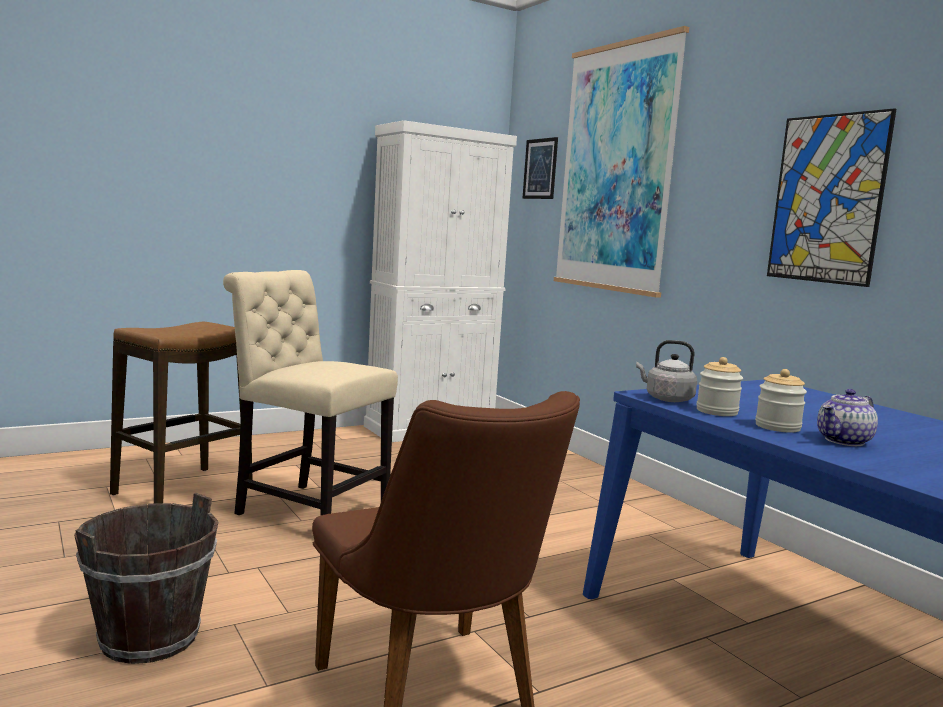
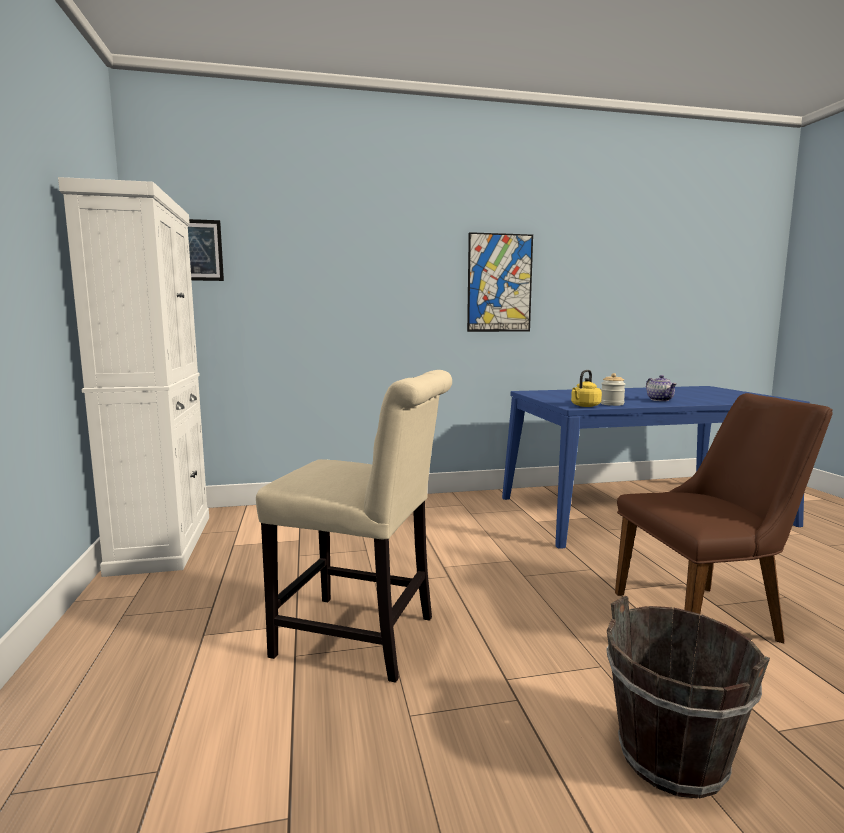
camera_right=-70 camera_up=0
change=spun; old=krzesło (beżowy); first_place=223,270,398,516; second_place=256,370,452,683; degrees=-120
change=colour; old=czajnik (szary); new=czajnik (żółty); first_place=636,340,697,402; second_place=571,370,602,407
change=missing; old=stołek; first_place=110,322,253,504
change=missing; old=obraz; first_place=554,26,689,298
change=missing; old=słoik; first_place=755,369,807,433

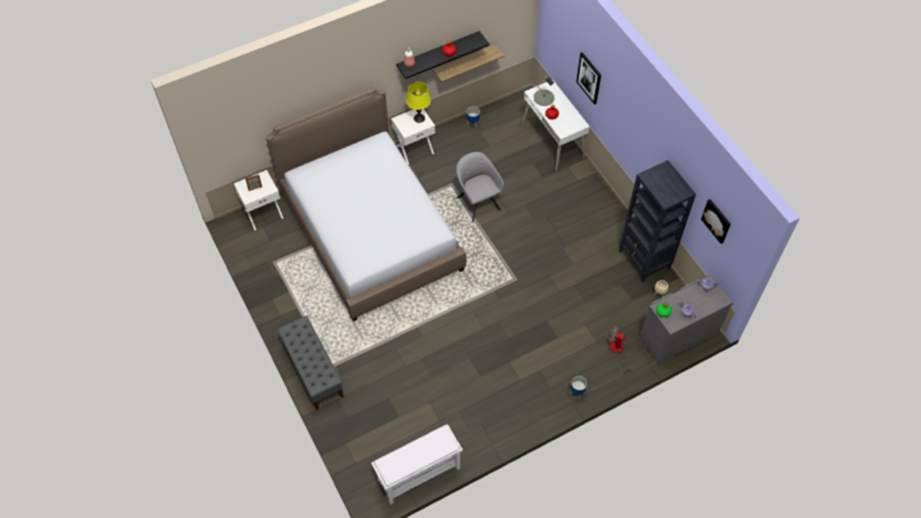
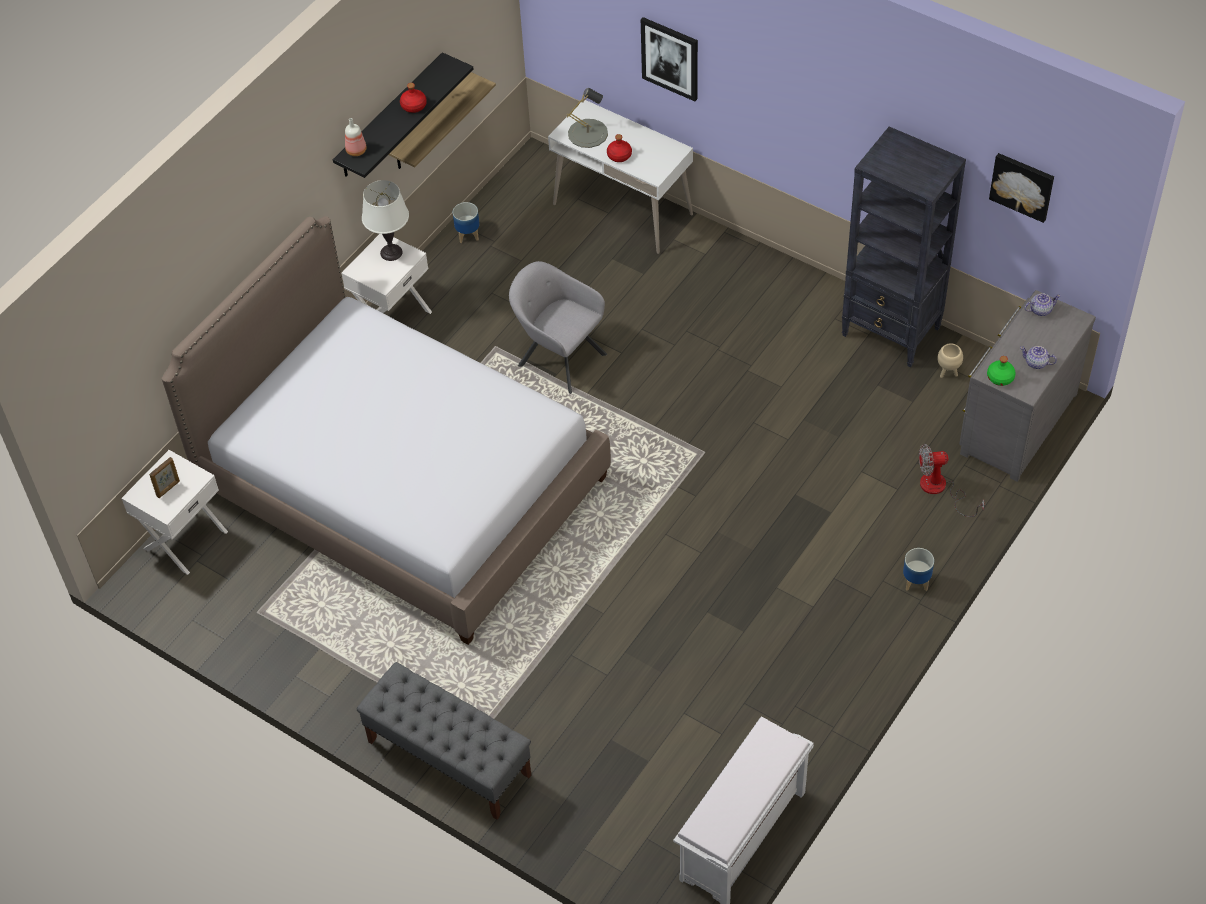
camera_right=-25 camera_up=-5
change=colour; old=lampa stołowa (żółty); new=lampa stołowa (biały); first_place=406,82,431,123; second_place=362,180,409,261

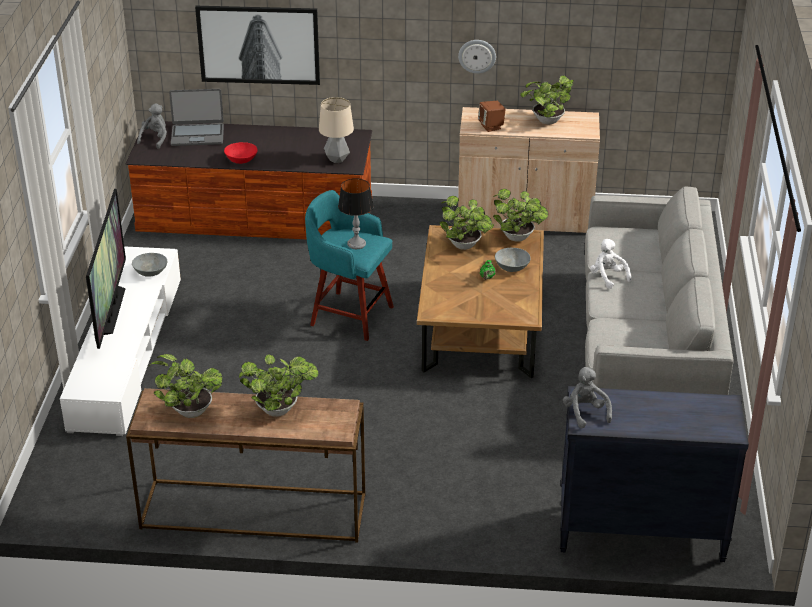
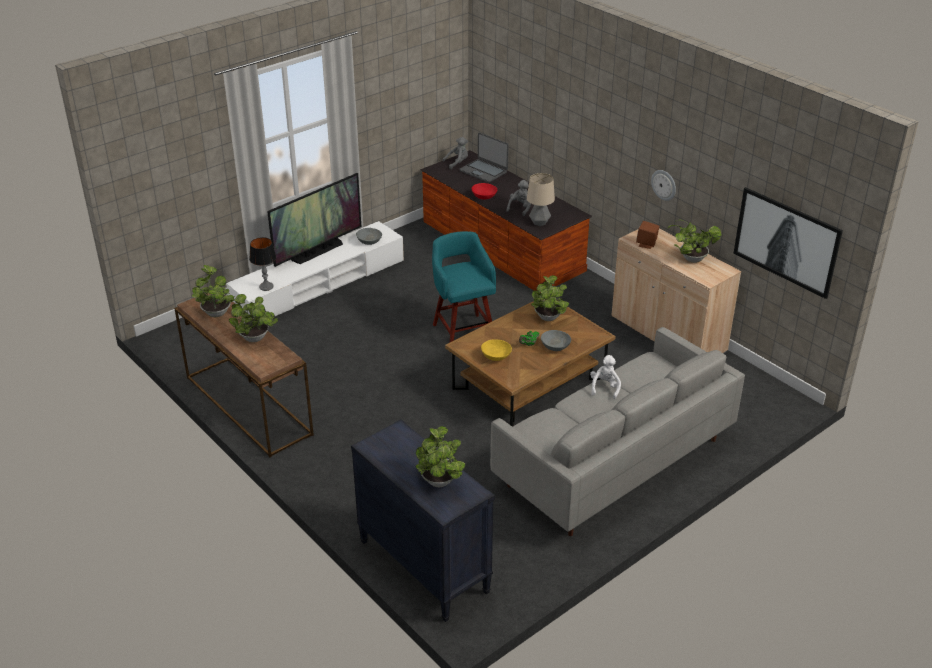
camera_right=45 camera_up=0
change=relocated; old=lampa stołowa; first_place=338,178,374,249; second_place=249,237,276,291
change=relocated; old=roślina doniczkowa; first_place=493,189,548,242; second_place=415,426,465,487
change=appeared; new=miska (żółty); second_place=481,339,512,361
change=relocated; old=pluszak (szary); first_place=563,367,612,429; second_place=506,180,531,216
change=relocated; old=obraz; first_place=195,6,320,85; second_place=733,187,843,299

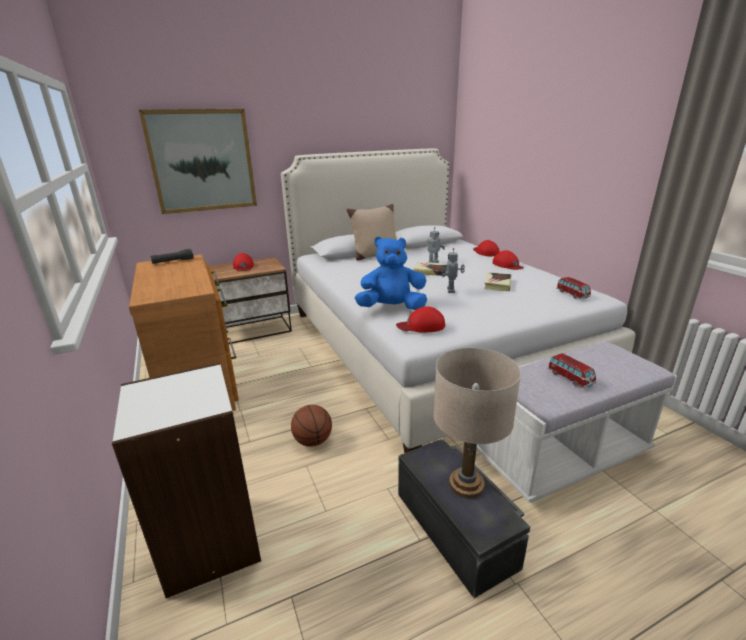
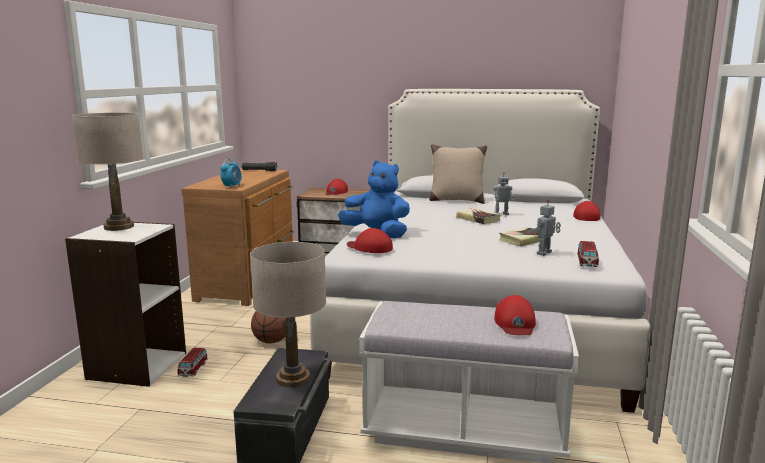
camera_right=35 camera_up=-10
change=appeared; new=lampa stołowa (beżowy); second_place=72,113,143,231
change=relocated; old=samochodzik; first_place=547,353,596,388; second_place=177,348,208,377
change=appeared; new=budzik; second_place=220,158,242,189
change=relocated; old=czapka z daszkiem (czerwony); first_place=493,250,524,270; second_place=494,295,536,335
change=relocated; old=robot zabawkowy; first_place=441,248,465,293; second_place=529,200,561,256
change=missing; old=obraz; first_place=139,109,257,214

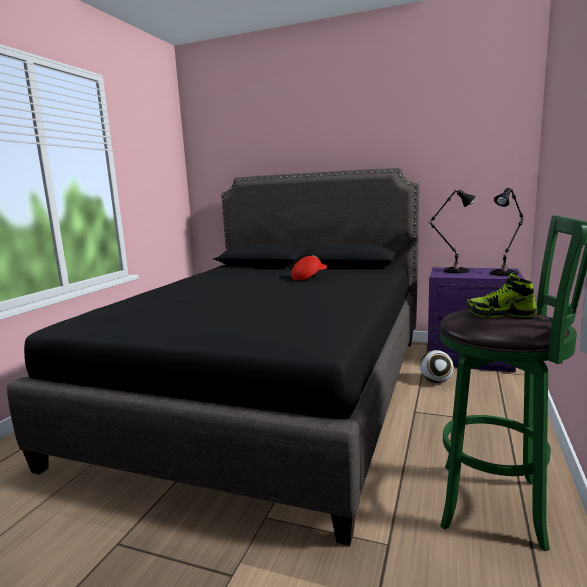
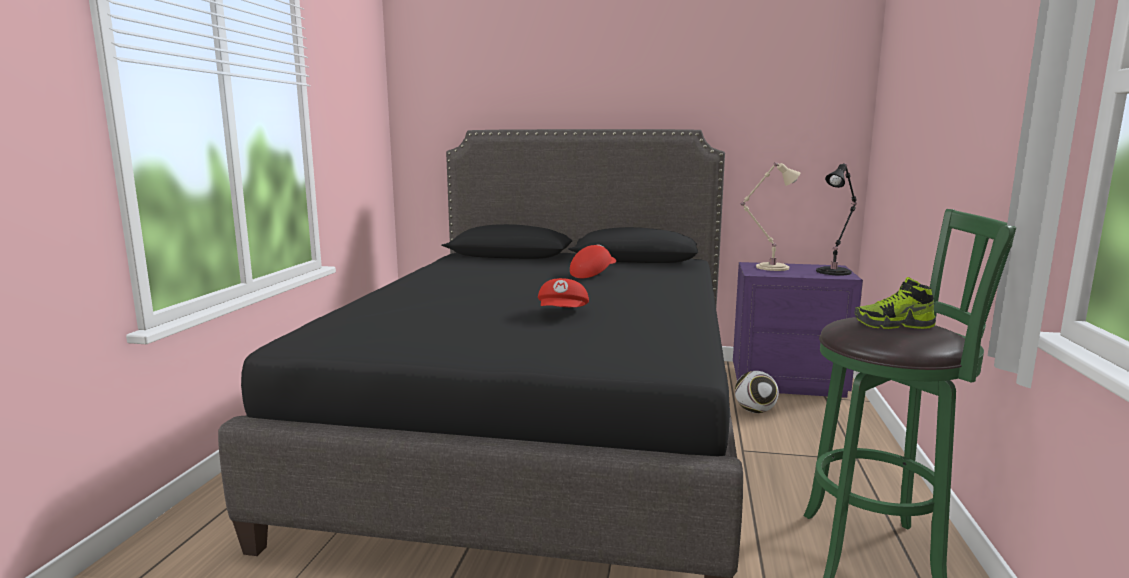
camera_right=-10 camera_up=0
change=appeared; new=czapka z daszkiem (czerwony); second_place=538,278,589,307
change=colour; old=lampa stołowa (czarny); new=lampa stołowa (beżowy); first_place=428,189,476,273; second_place=741,162,800,271

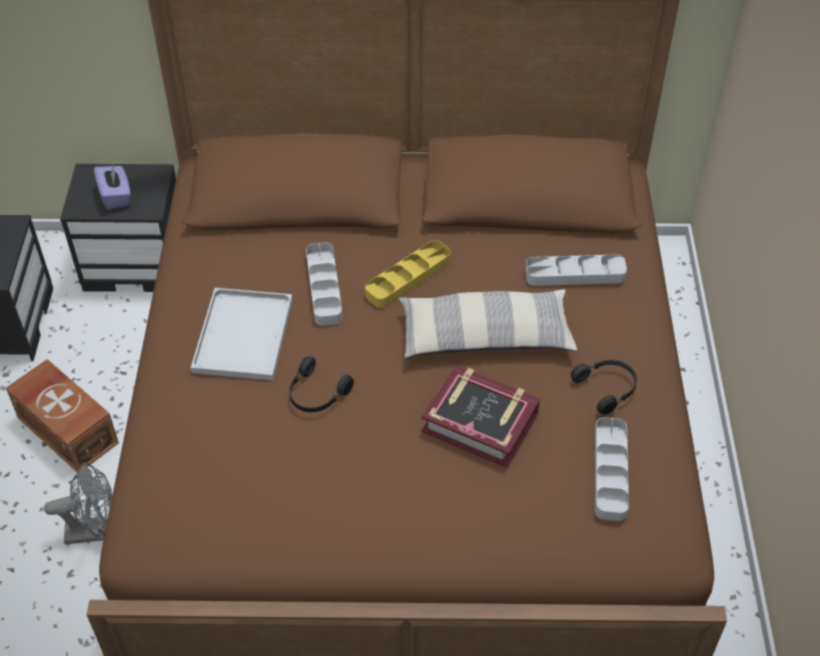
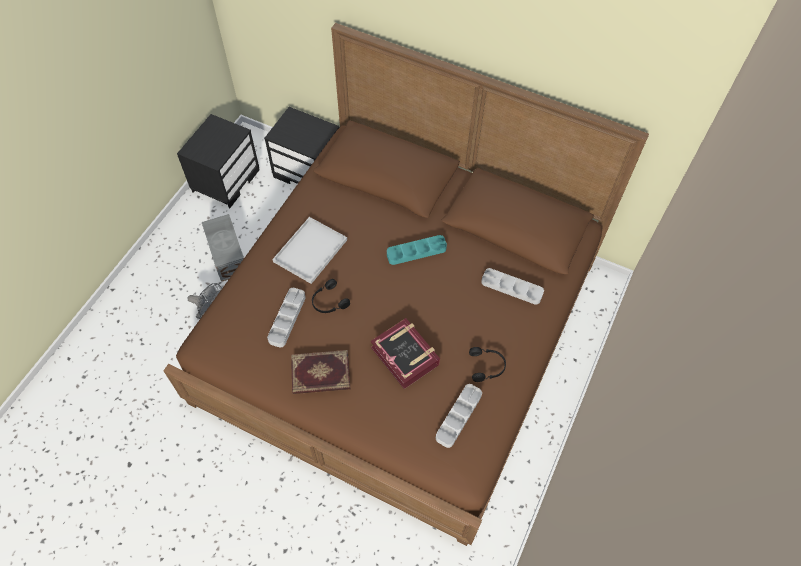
camera_right=25 camera_up=10
change=colour; old=pojemnik do przechowywania (brązowy); new=pojemnik do przechowywania (szary); first_place=6,359,119,473; second_place=202,214,244,282
change=relocated; old=taca (szary); first_place=306,243,343,326; second_place=267,288,306,348
change=appeared; new=książka; second_place=291,350,350,394
change=colour; old=taca (żółty); new=taca (turkusowy); first_place=365,240,451,308; second_place=387,235,447,265
change=missing; old=pudełko chusteczek (fioletowy); first_place=94,166,131,210
change=missing; old=poduszka; first_place=399,289,577,358

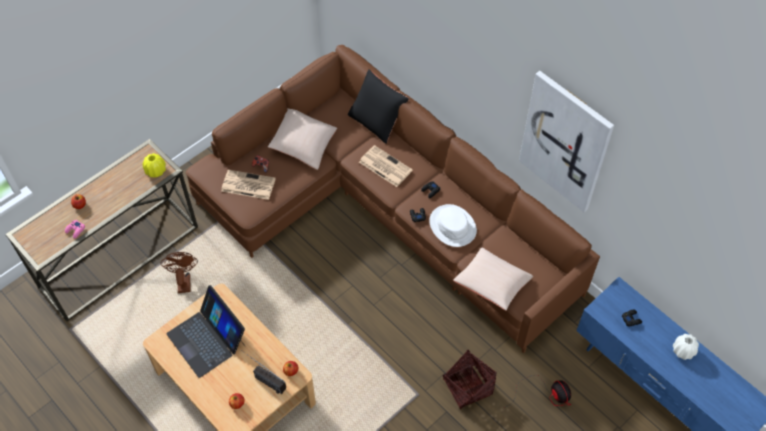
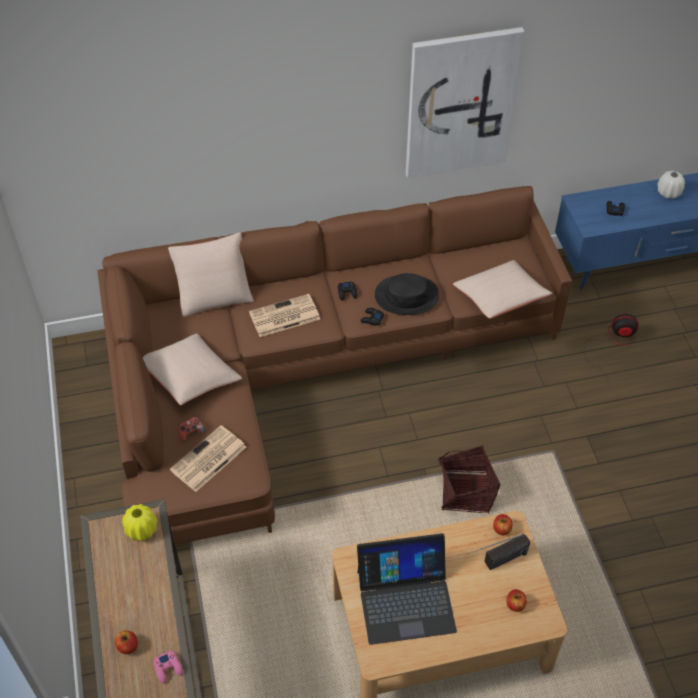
camera_right=-60 camera_up=-5
change=colour; old=poduszka (czarny); new=poduszka (beżowy); first_place=348,69,409,144; second_place=168,232,254,317
change=colour; old=kapelusz (biały); new=kapelusz (czarny); first_place=429,204,477,247; second_place=375,273,440,315
change=relocated; old=koszyk; first_place=443,350,496,410; second_place=438,445,501,513
change=missing; old=wentylator (brązowy); first_place=160,252,198,293

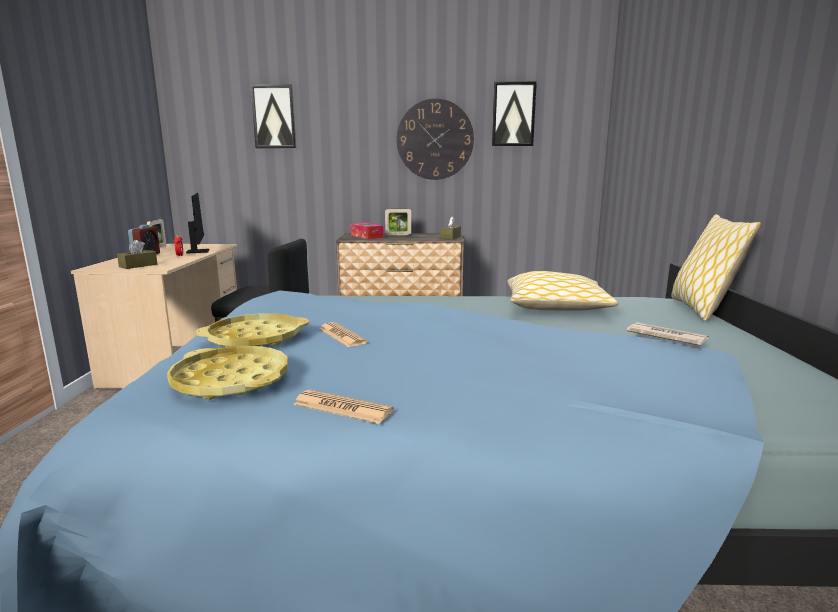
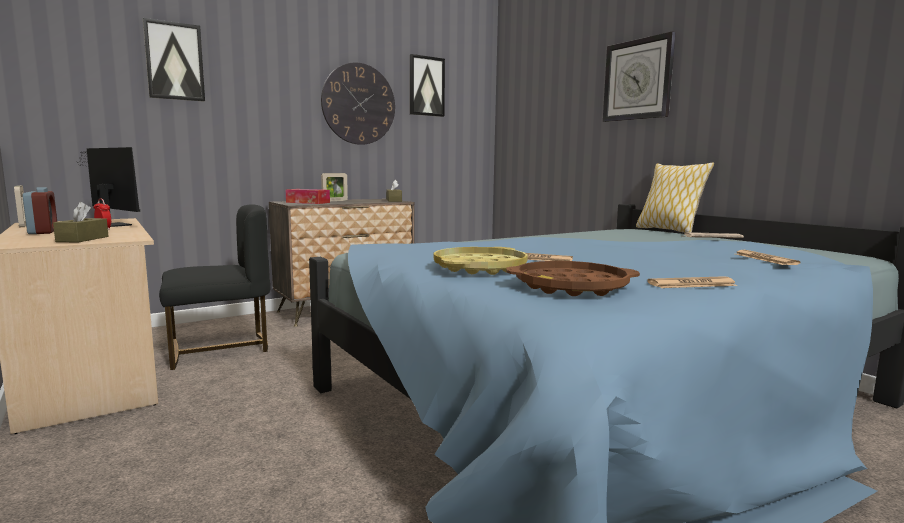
camera_right=-35 camera_up=-5
change=colour; old=taca (żółty); new=taca (brązowy); first_place=167,346,288,400; second_place=506,261,640,296
change=appeared; new=zegar ścienny; second_place=603,31,675,122
change=appeared; new=gazeta; second_place=736,250,801,265
change=missing; old=poduszka; first_place=507,271,618,311

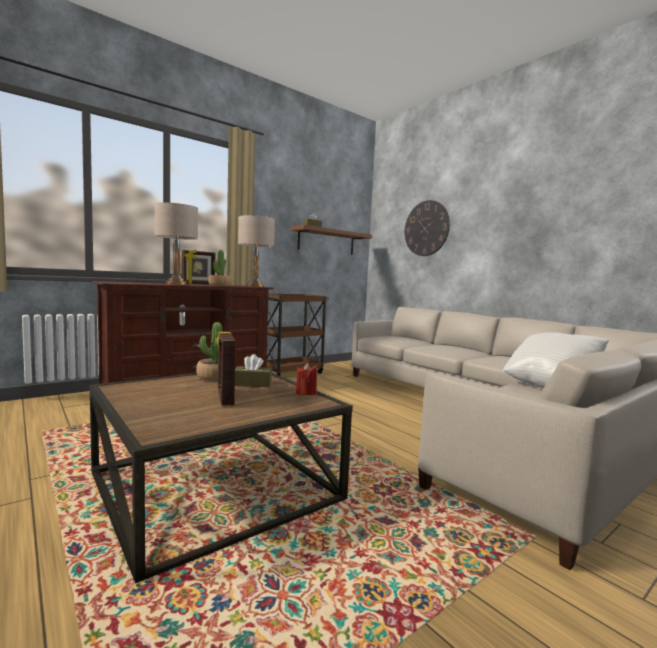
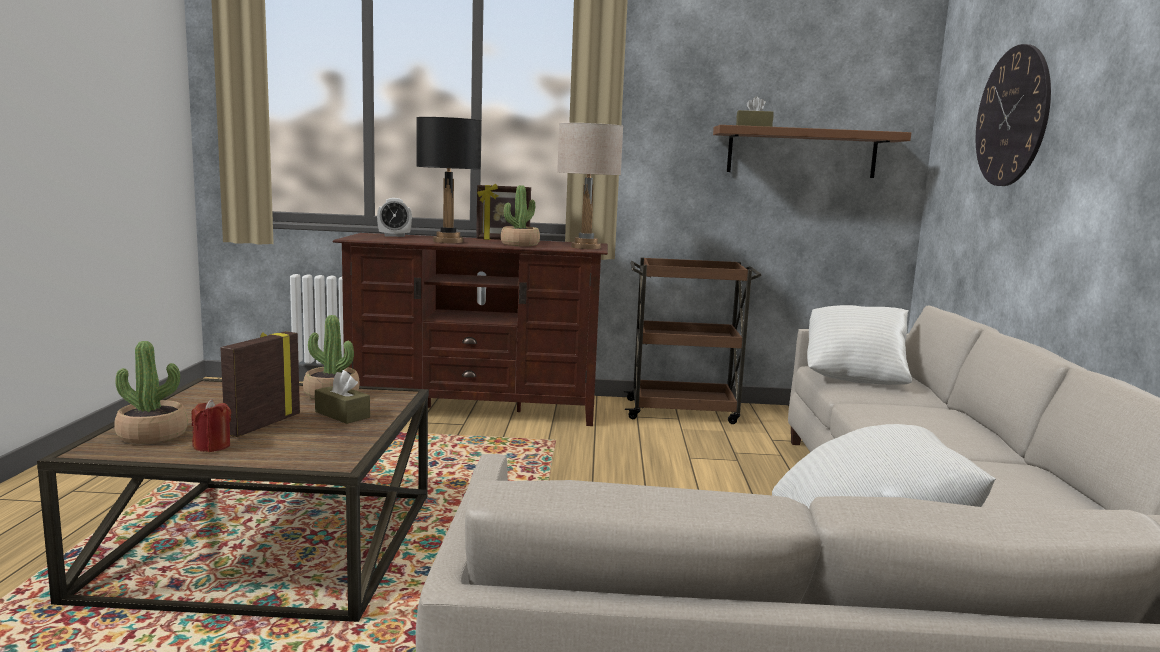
camera_right=40 camera_up=5
change=appeared; new=roślina doniczkowa; second_place=114,341,188,444
change=relocated; old=świeca (czerwony); first_place=296,363,317,395; second_place=192,399,231,452
change=appeared; new=budzik; second_place=377,198,412,237
change=colour; old=lampa stołowa (beżowy); new=lampa stołowa (czarny); first_place=155,202,198,285; second_place=416,117,482,243
change=appeared; new=poduszka (biały); second_place=807,305,912,385

